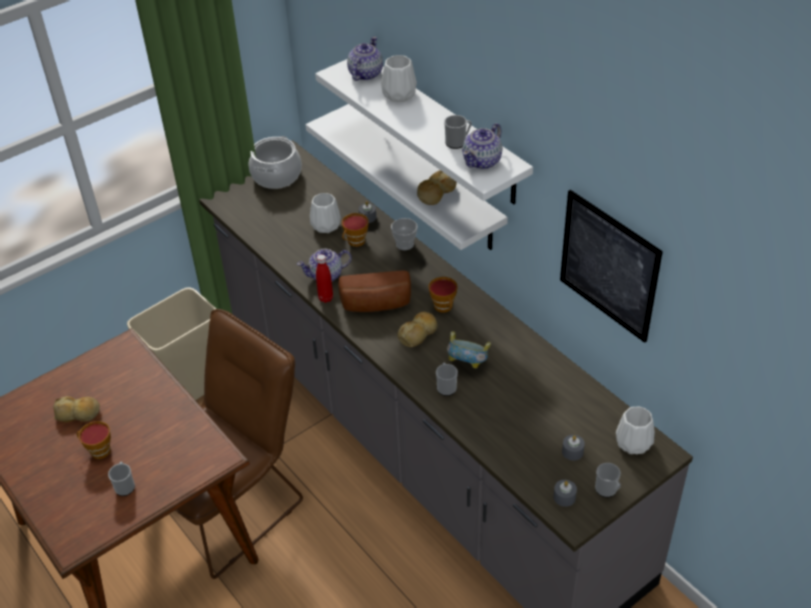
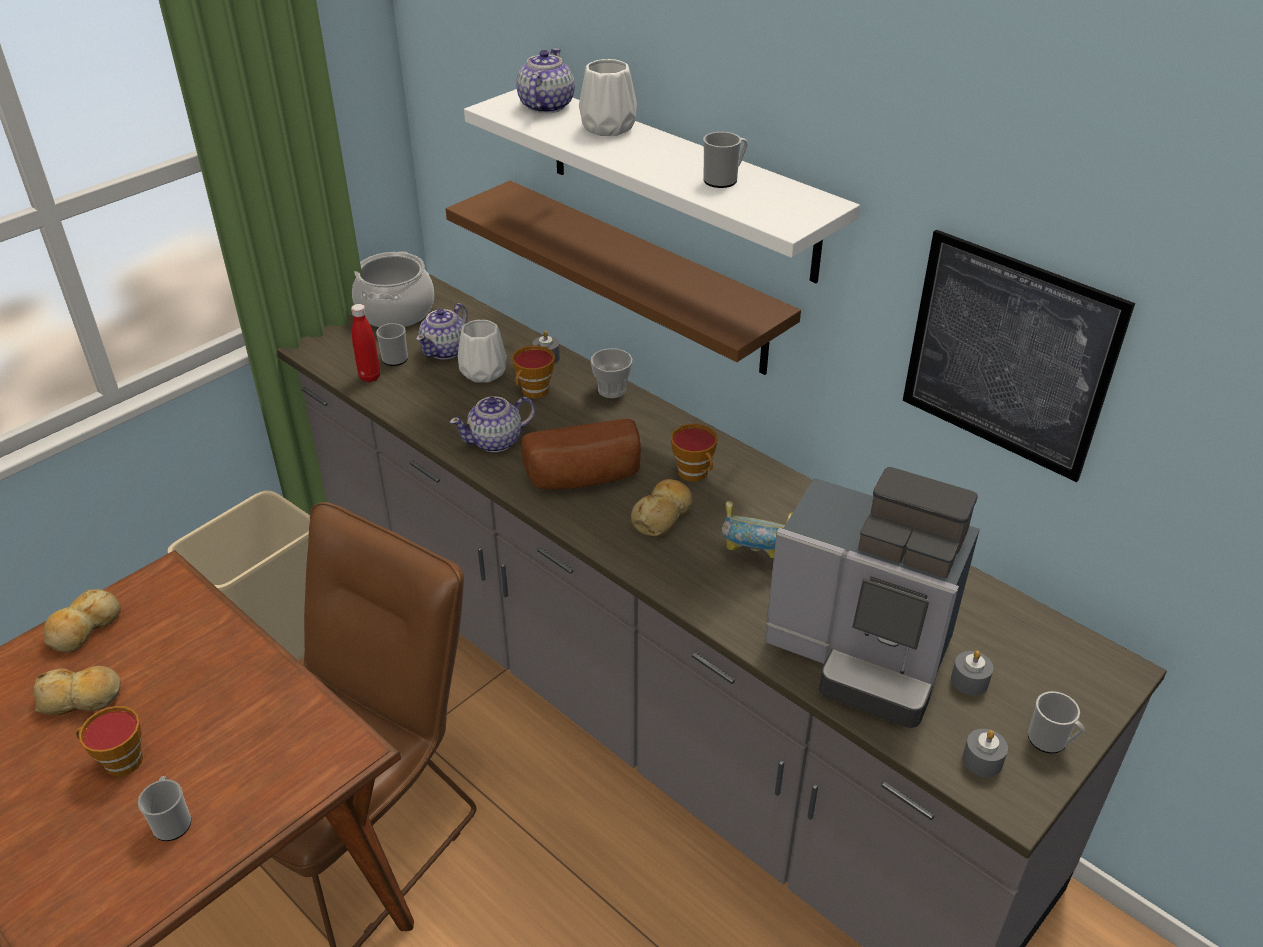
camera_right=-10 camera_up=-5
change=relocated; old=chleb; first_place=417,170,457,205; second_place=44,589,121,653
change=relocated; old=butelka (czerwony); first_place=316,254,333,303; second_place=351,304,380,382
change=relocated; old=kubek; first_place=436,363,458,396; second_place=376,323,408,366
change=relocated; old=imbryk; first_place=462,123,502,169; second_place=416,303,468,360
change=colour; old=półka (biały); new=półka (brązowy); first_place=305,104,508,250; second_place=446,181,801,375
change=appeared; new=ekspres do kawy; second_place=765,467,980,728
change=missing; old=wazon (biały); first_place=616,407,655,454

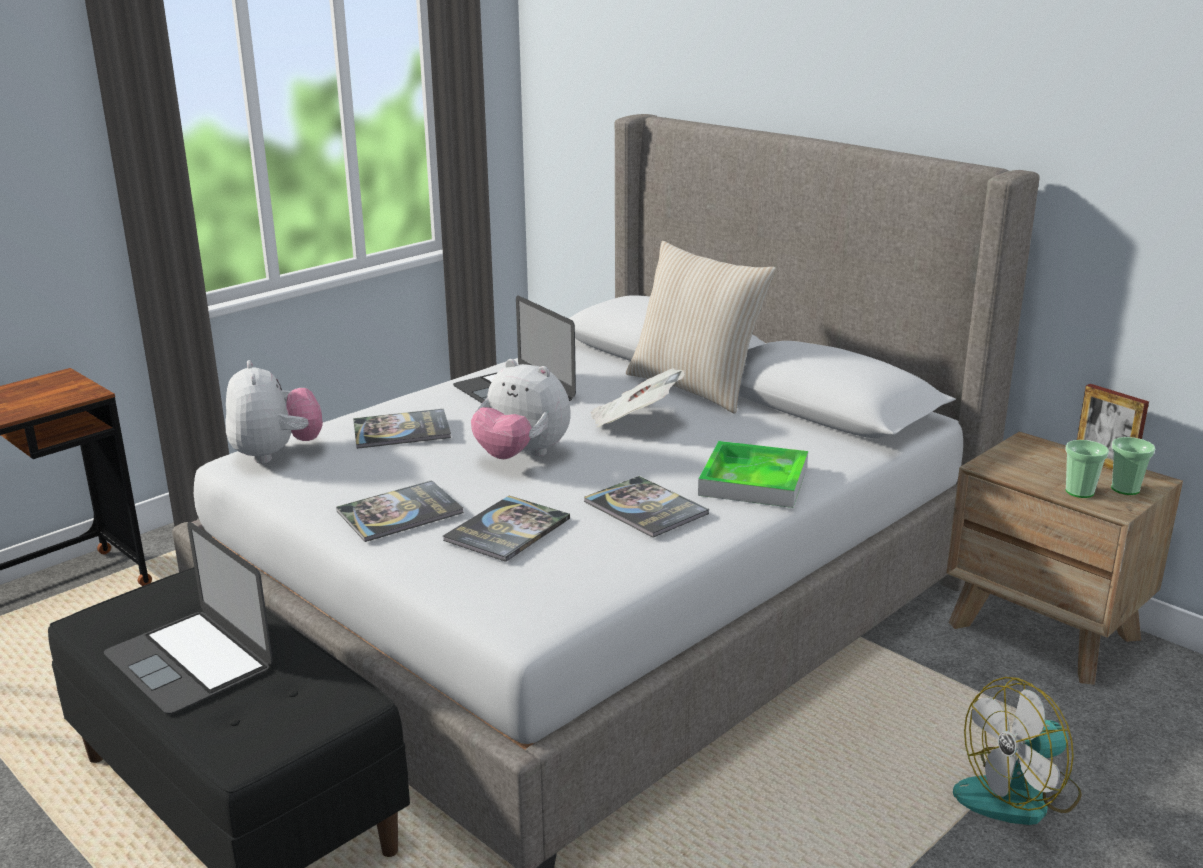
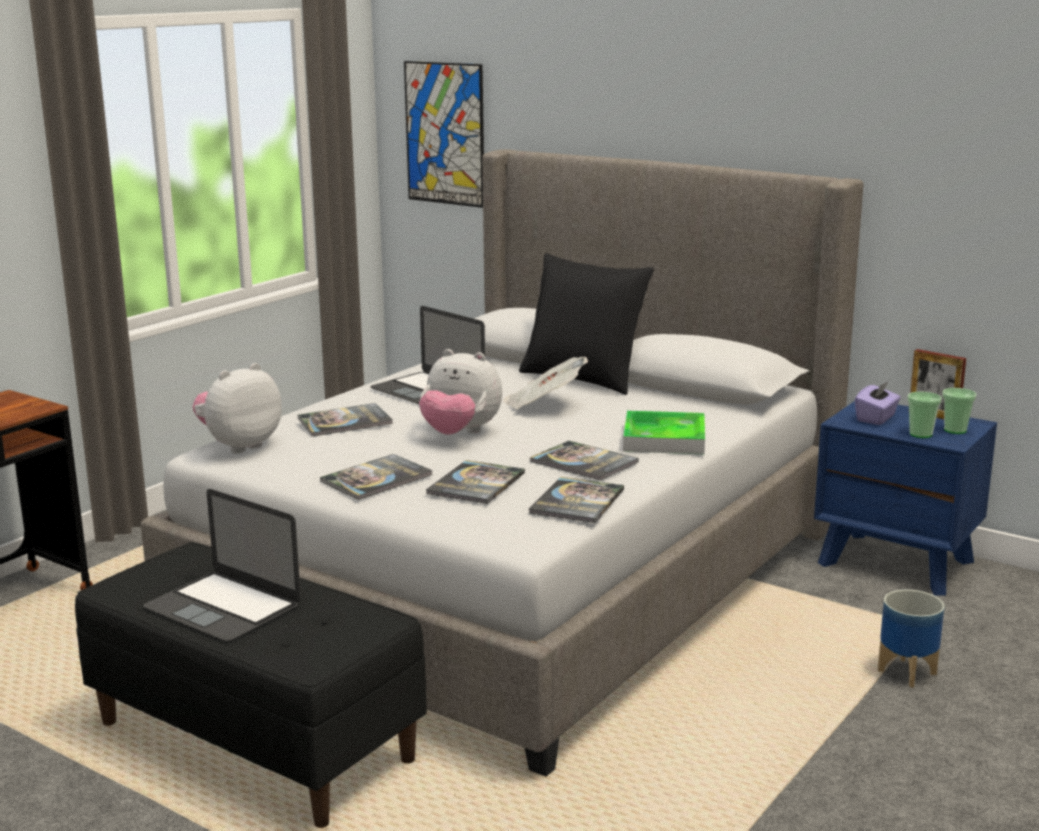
camera_right=-10 camera_up=-5
change=spun; old=pluszak; first_place=226,360,323,464; second_place=193,363,282,453; degrees=-105
change=appeared; new=obraz; second_place=404,61,484,208
change=colour; old=poduszka (beżowy); new=poduszka (czarny); first_place=626,241,776,414; second_place=519,253,654,395
change=appeared; new=książka; second_place=529,477,624,523
change=colour; old=szafka nocna (brązowy); new=szafka nocna (niebieski); first_place=946,432,1183,685; second_place=814,401,997,596
change=appeared; new=pudełko chusteczek (fioletowy); second_place=855,381,901,425
change=exchanged; old=wentylator; new=donica; first_place=953,677,1082,825; second_place=878,590,944,688

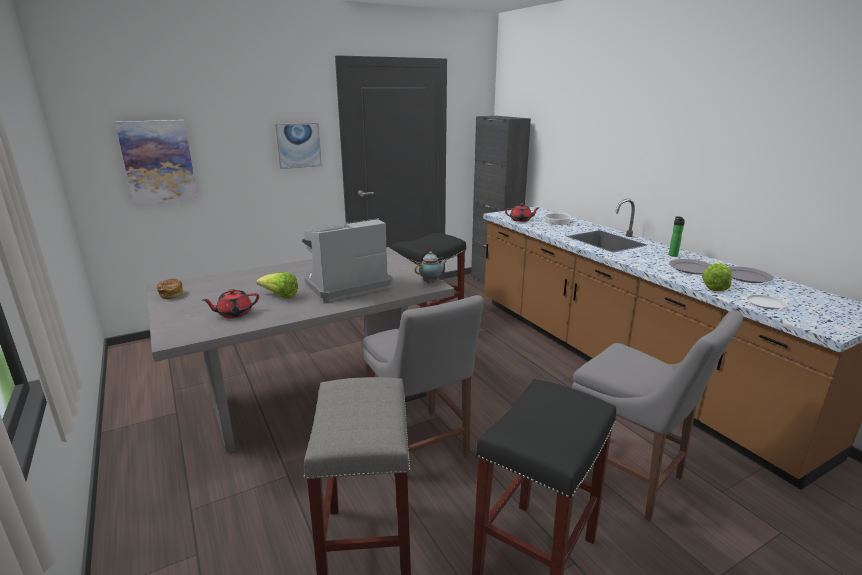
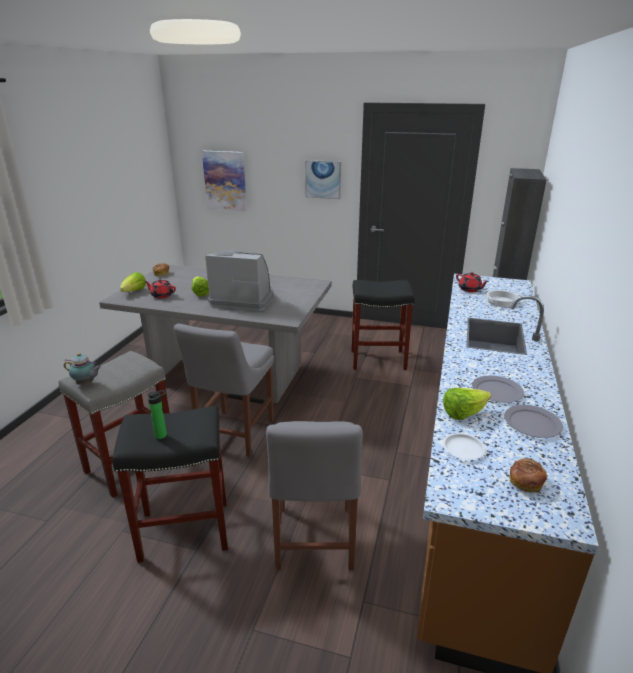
camera_right=45 camera_up=5
change=relocated; old=imbryk; first_place=415,252,447,283; second_place=64,353,101,385
change=appeared; new=sałata; second_place=120,272,146,292
change=relocated; old=butelka; first_place=668,216,685,257; second_place=147,390,167,439
change=appeared; new=chleb; second_place=509,458,547,493

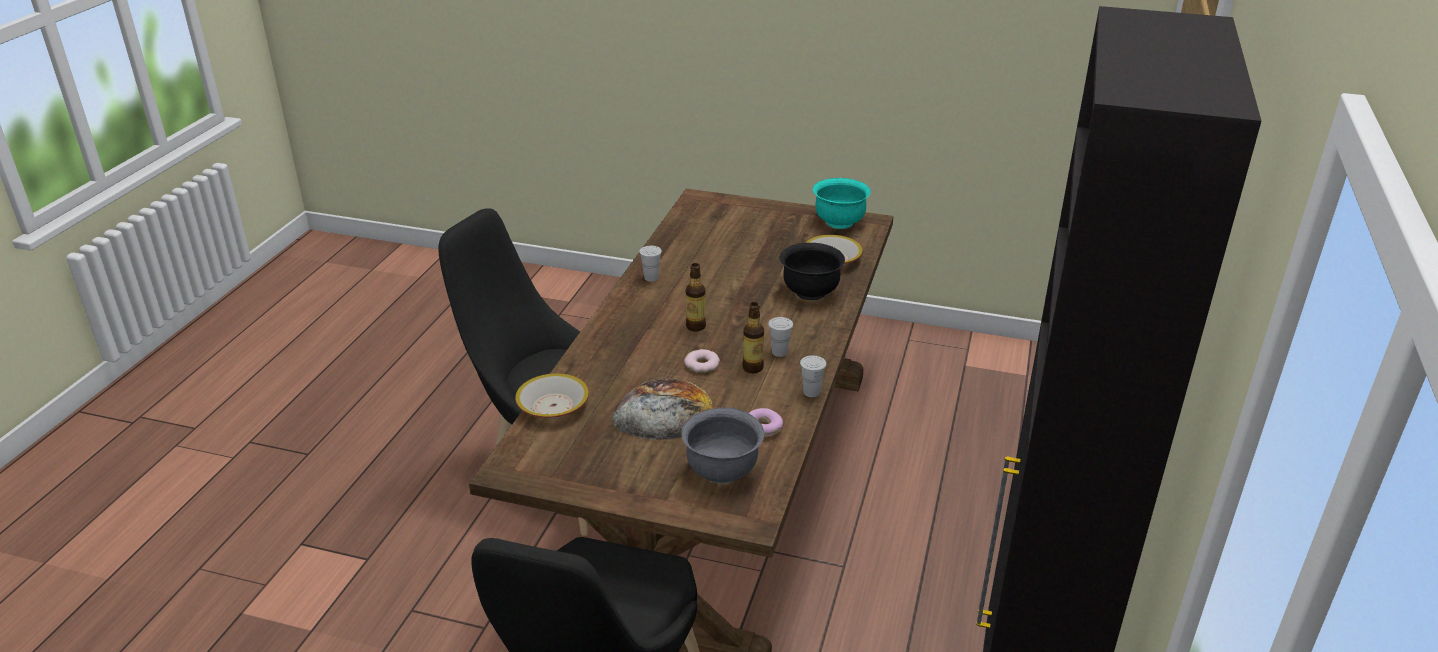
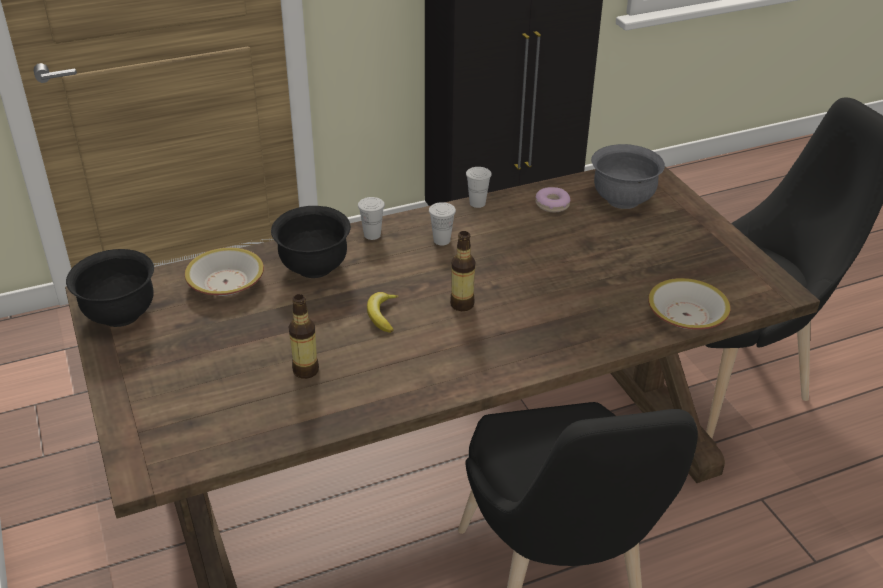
camera_right=-130 camera_up=5
change=colour; old=miska (turkusowy); new=miska (czarny); first_place=813,178,871,229; second_place=66,249,154,327
change=relocated; old=butelka; first_place=743,302,764,373; second_place=289,294,319,379
change=relocated; old=filiżanka (biały); first_place=639,246,662,282; second_place=358,197,385,240
change=appeared; new=banan; second_place=367,292,399,333
change=missing; old=chleb; first_place=612,378,713,440
change=missing; old=donut; first_place=684,349,720,373

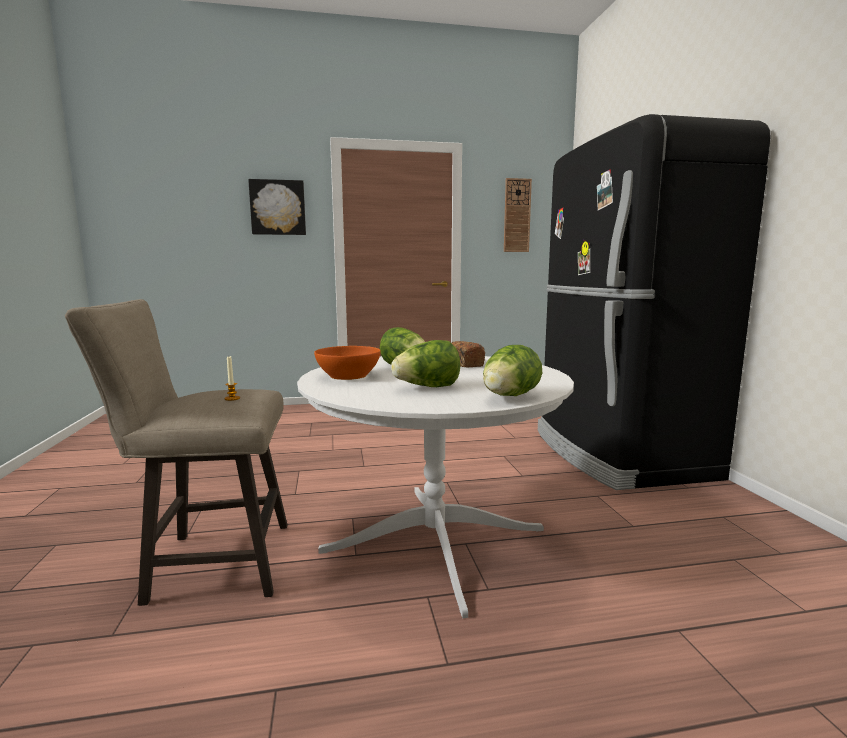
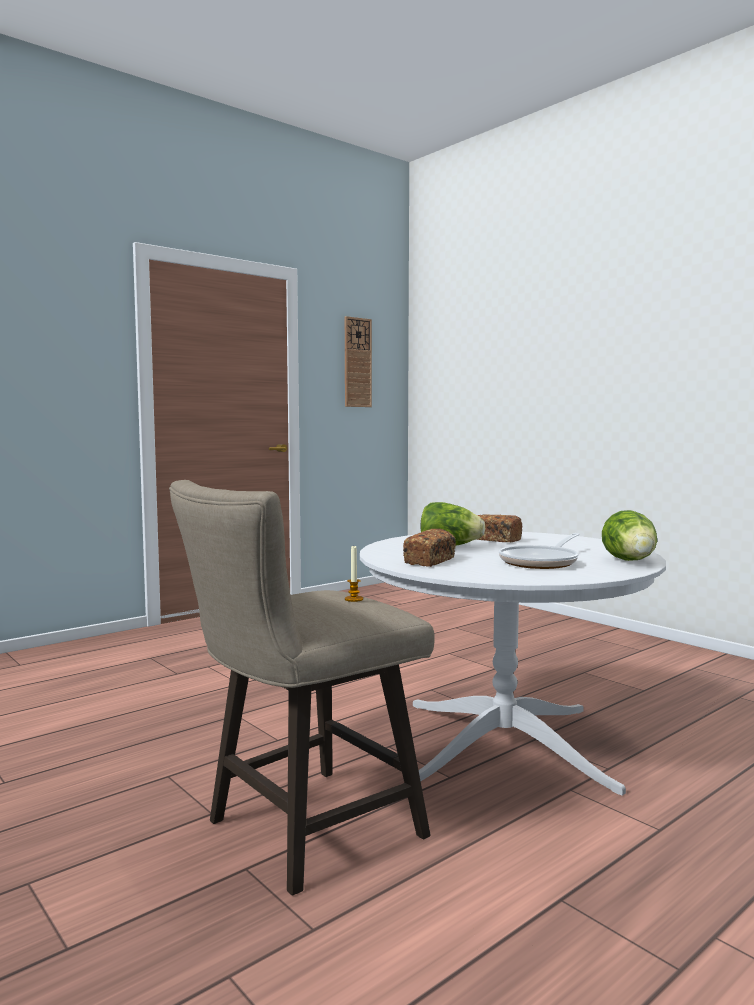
camera_right=-30 camera_up=-5
change=exchanged; old=miska (pomarańczowy); new=chleb; first_place=314,346,381,380; second_place=403,529,456,567
change=exchanged; old=sałata; new=patelnia; first_place=391,340,460,387; second_place=499,533,580,569
change=missing; old=obraz; first_place=248,179,306,235
change=missing; old=lodówka (czarny); first_place=538,114,771,490

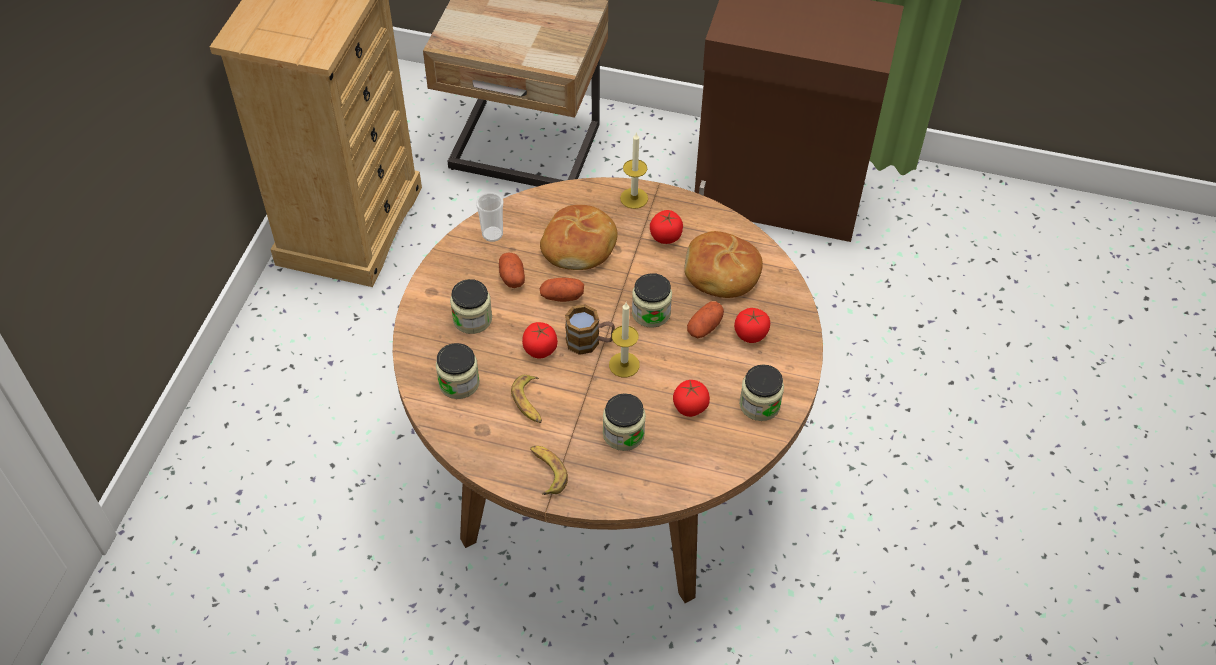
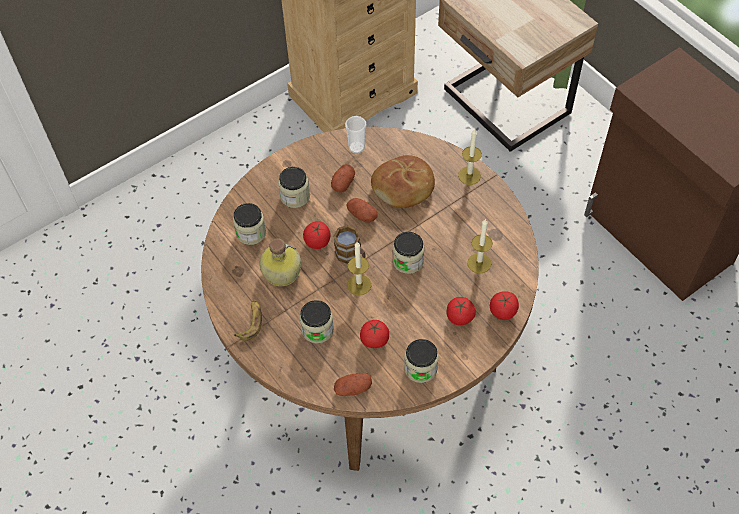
camera_right=40 camera_up=5
change=exchanged; old=banan; new=butelka; first_place=511,375,542,423; second_place=259,239,301,286
change=relocated; old=ziemniak; first_place=687,301,724,338; second_place=334,373,372,396
change=exchanged; old=chleb; new=świeca; first_place=684,231,763,298; second_place=467,219,493,274
change=relocated; old=pomidor; first_place=650,210,683,244; second_place=490,291,519,320

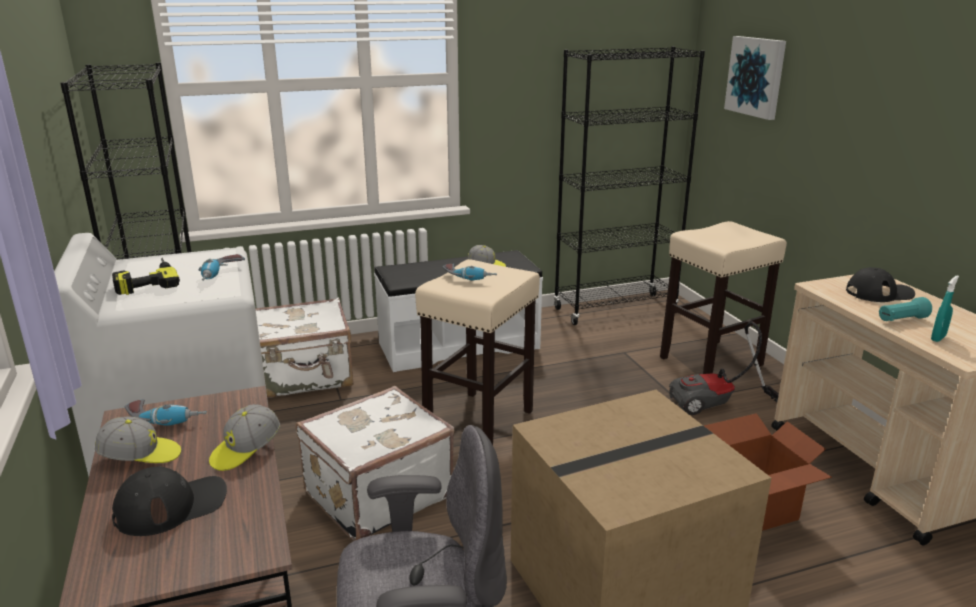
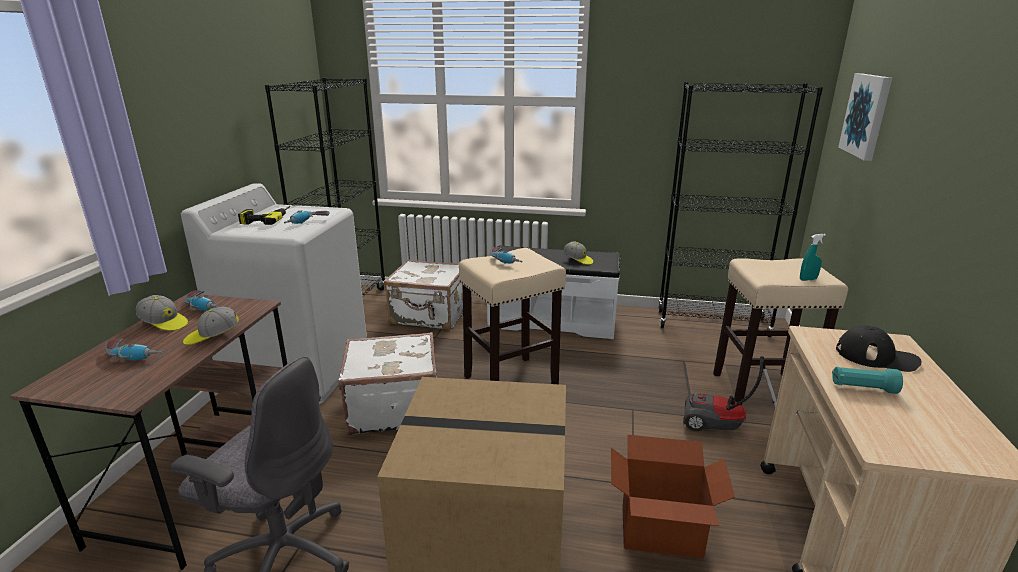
camera_right=30 camera_up=0
change=exchanged; old=czapka z daszkiem (czarny); new=wiertarka; first_place=112,466,227,536; second_place=105,339,163,361
change=relocated; old=spryskiwacz (turkusowy); first_place=931,275,959,342; second_place=800,234,826,281

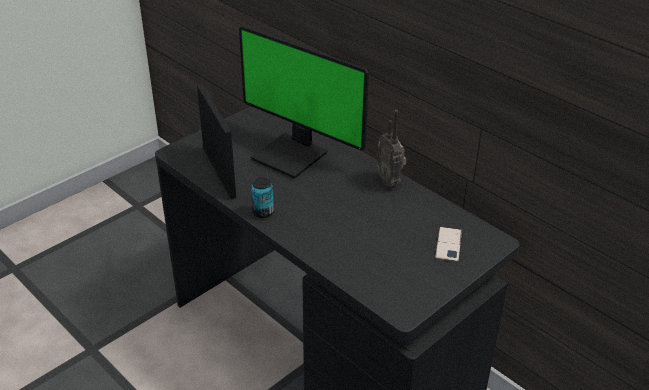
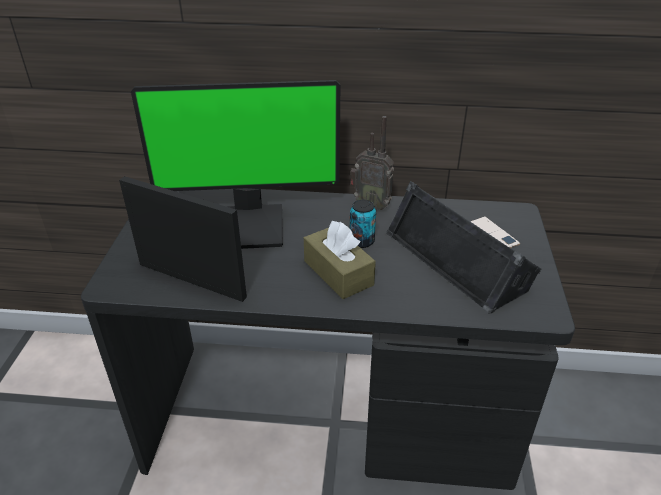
camera_right=-40 camera_up=0
change=appeared; new=pudełko chusteczek (brązowy); second_place=304,221,376,299
change=relocated; old=puszka; first_place=251,177,274,218; second_place=350,200,376,248
change=appeared; new=głośnik (czarny); second_place=386,181,541,314

